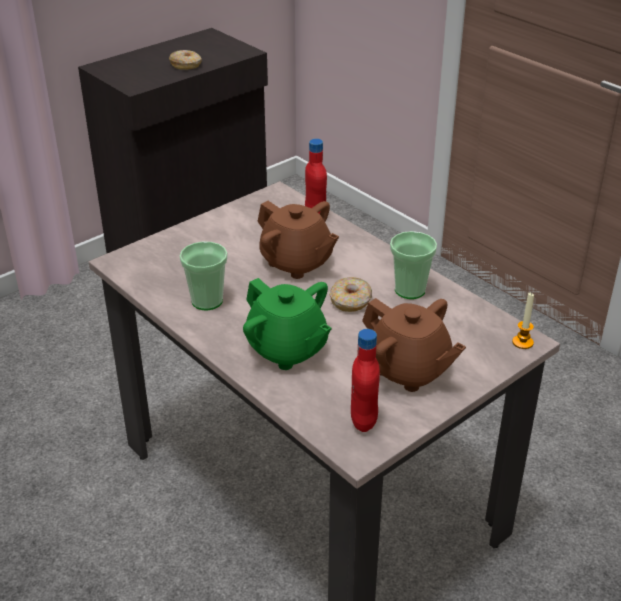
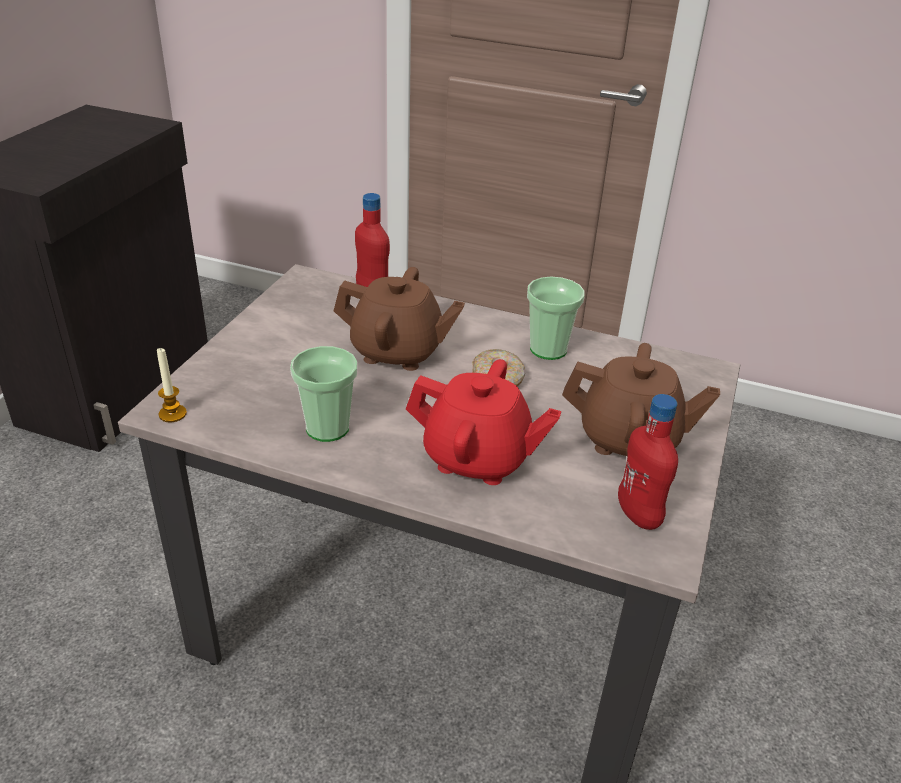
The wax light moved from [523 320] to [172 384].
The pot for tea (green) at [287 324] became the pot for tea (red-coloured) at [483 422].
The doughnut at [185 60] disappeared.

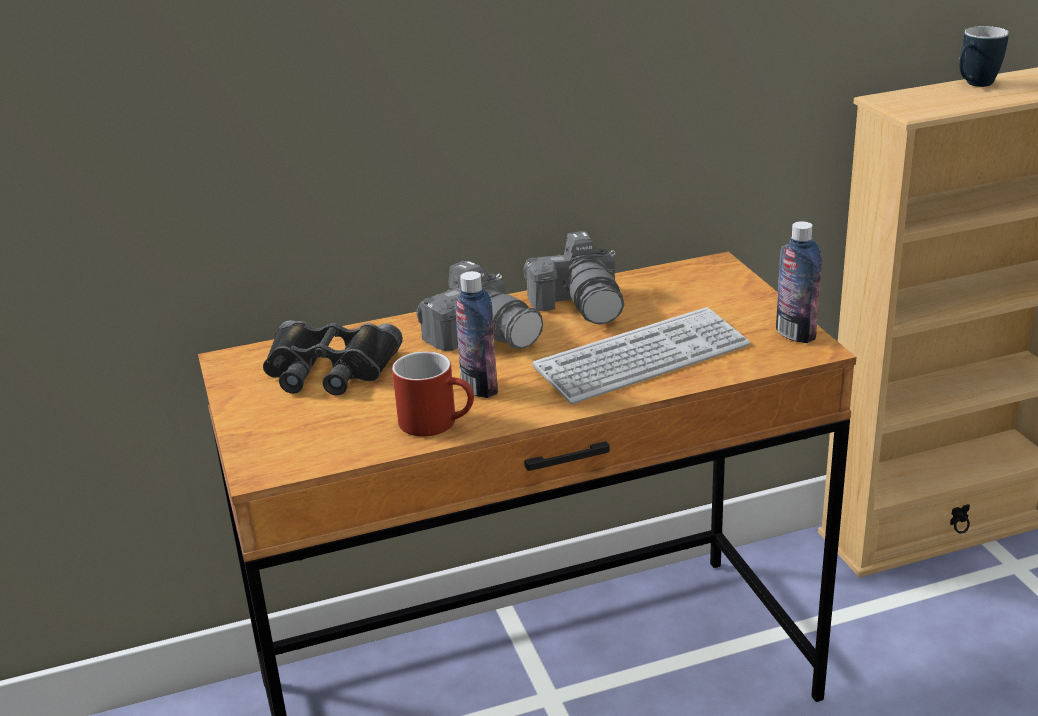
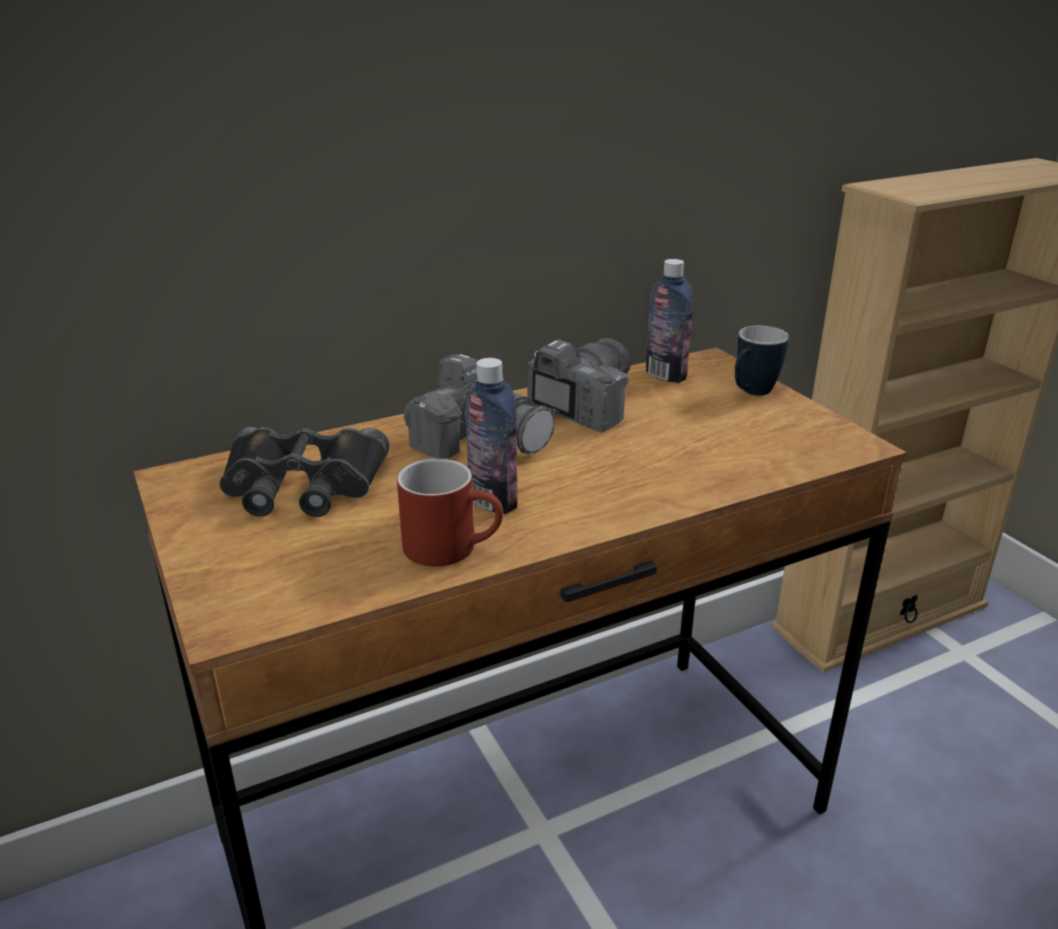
The still camera at [574 278] turned 120 degrees counterclockwise.
The drink bottle moved from [799 282] to [669 321].
The coffee mug moved from [984 56] to [762 361].
The computer keyboard at [641 355] disappeared.

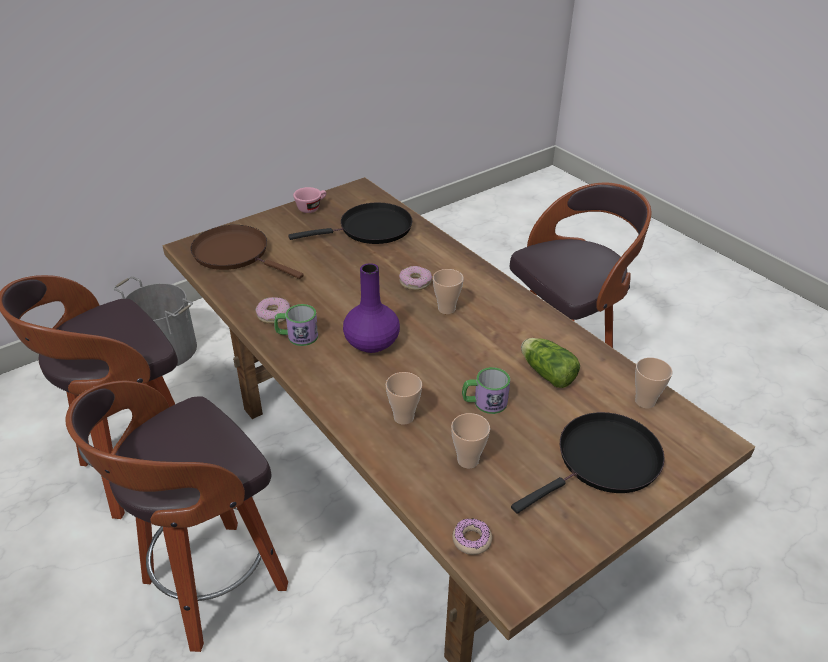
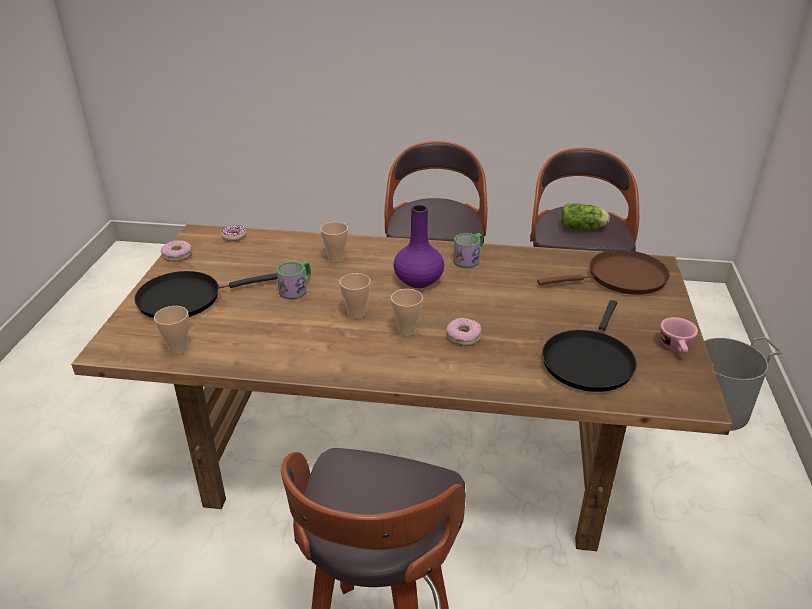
The skillet (black-coloured) at [588 463] turned 60 degrees clockwise.
The doughnut moved from [273 310] to [176 251].
The drinking cup moved from [470 440] to [355 296].
The lettuce moved from [550 363] to [585 216].

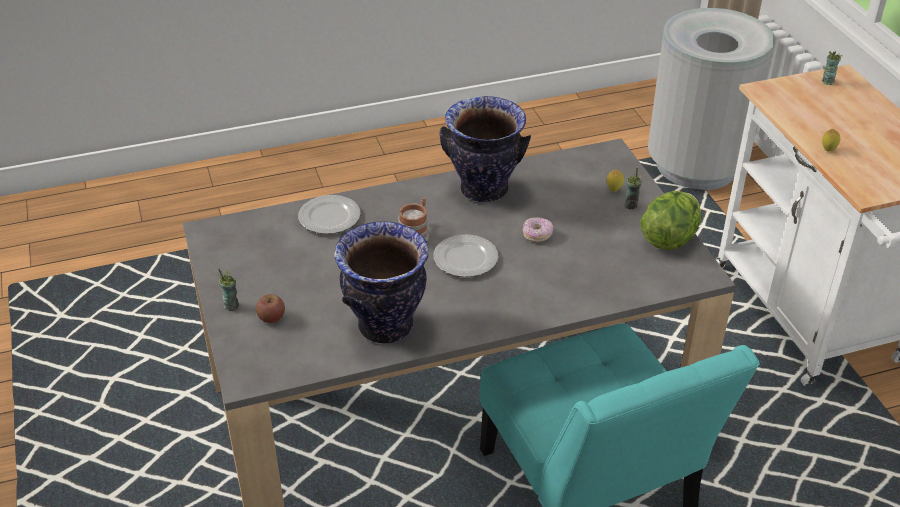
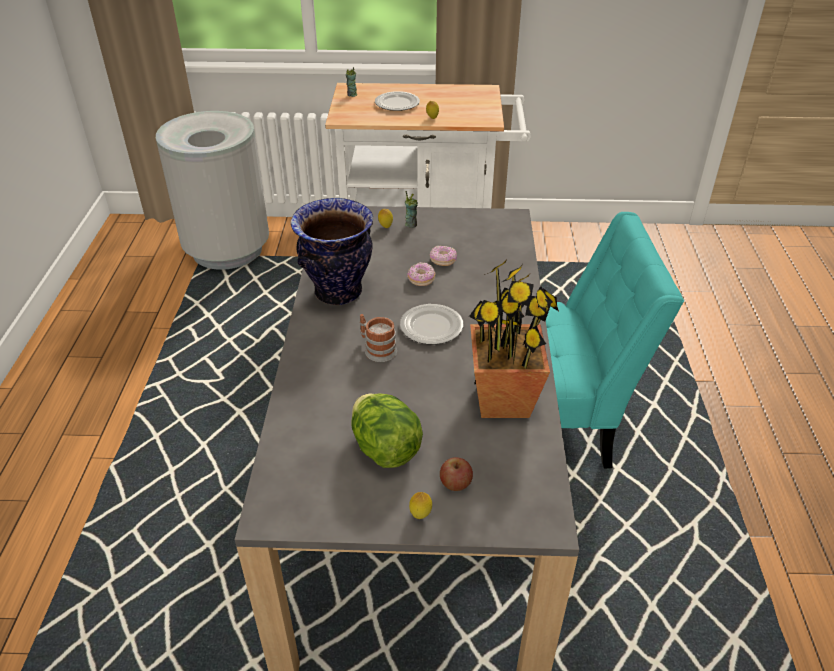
The lettuce moved from [670 220] to [387 430].
The flat dish moved from [329 214] to [397 101].
The drinking cup at [228 290] was replaced by the citrus fruit at [420 505].
The doughnut at [443 255] appeared.
The decorative vase at [381 282] was replaced by the potted plant at [514 338].

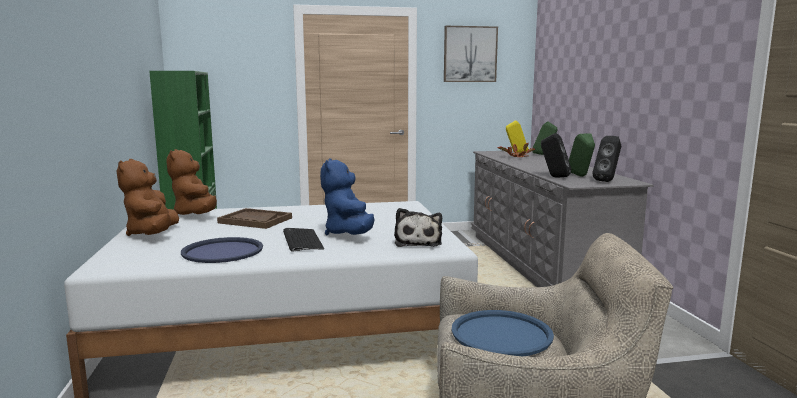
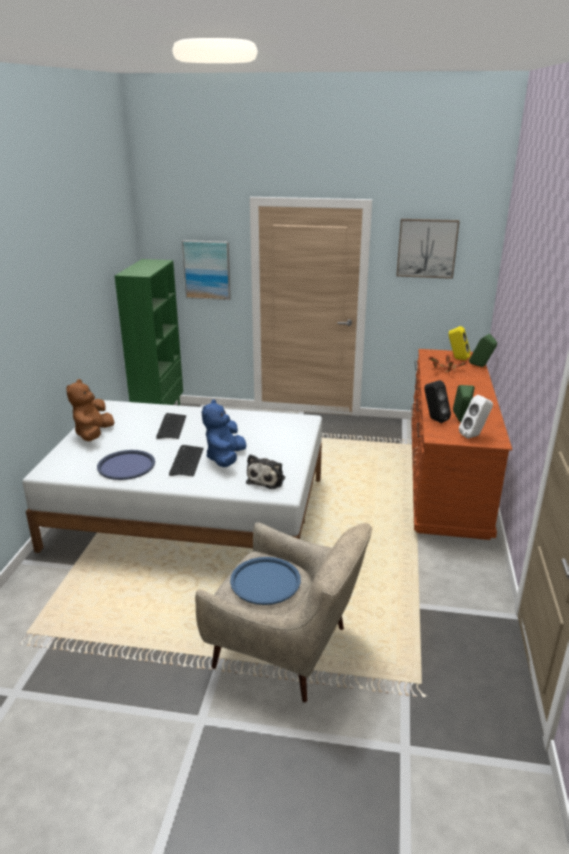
The tray (brown) at [254 218] was replaced by the computer keyboard at [171 426].
The wall picture at [206 270] appeared.
The dresser (greyish) at [562 218] became the dresser (brown) at [461 444].
The loudspeaker (black-coloured) at [606 159] became the loudspeaker (white-coloured) at [476 417].
The soft toy (brown) at [192 182] disappeared.

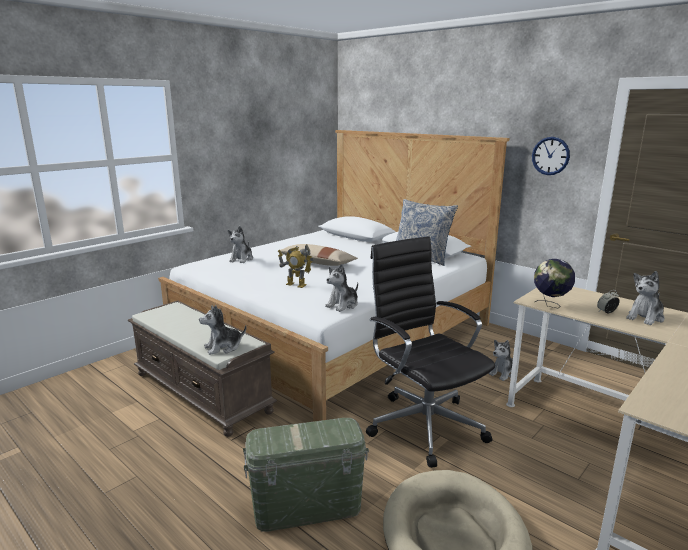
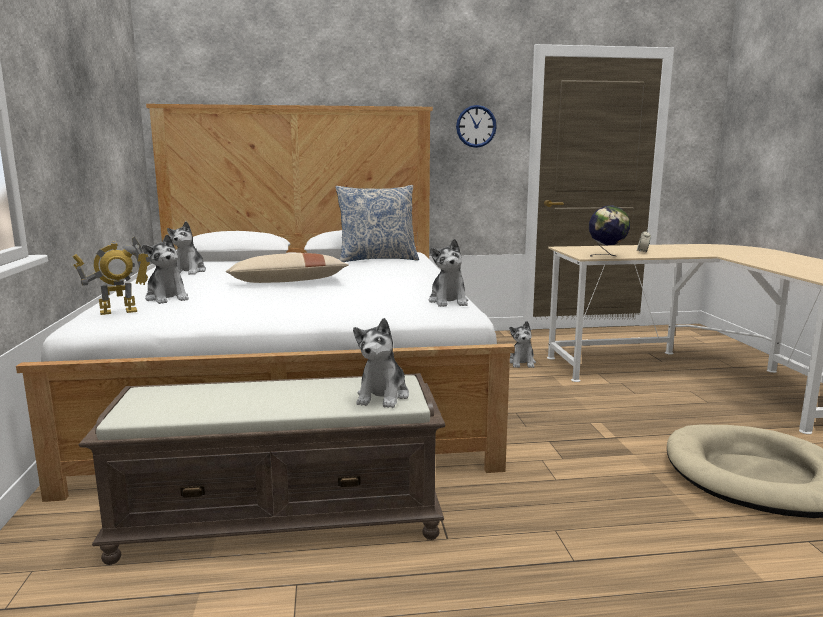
The toy robot moved from [295 266] to [112 275].
The soft toy moved from [645 298] to [186 248].
The storage box (green) at [306 475] disappeared.
The computer chair (black-coloured) at [430 352] disappeared.

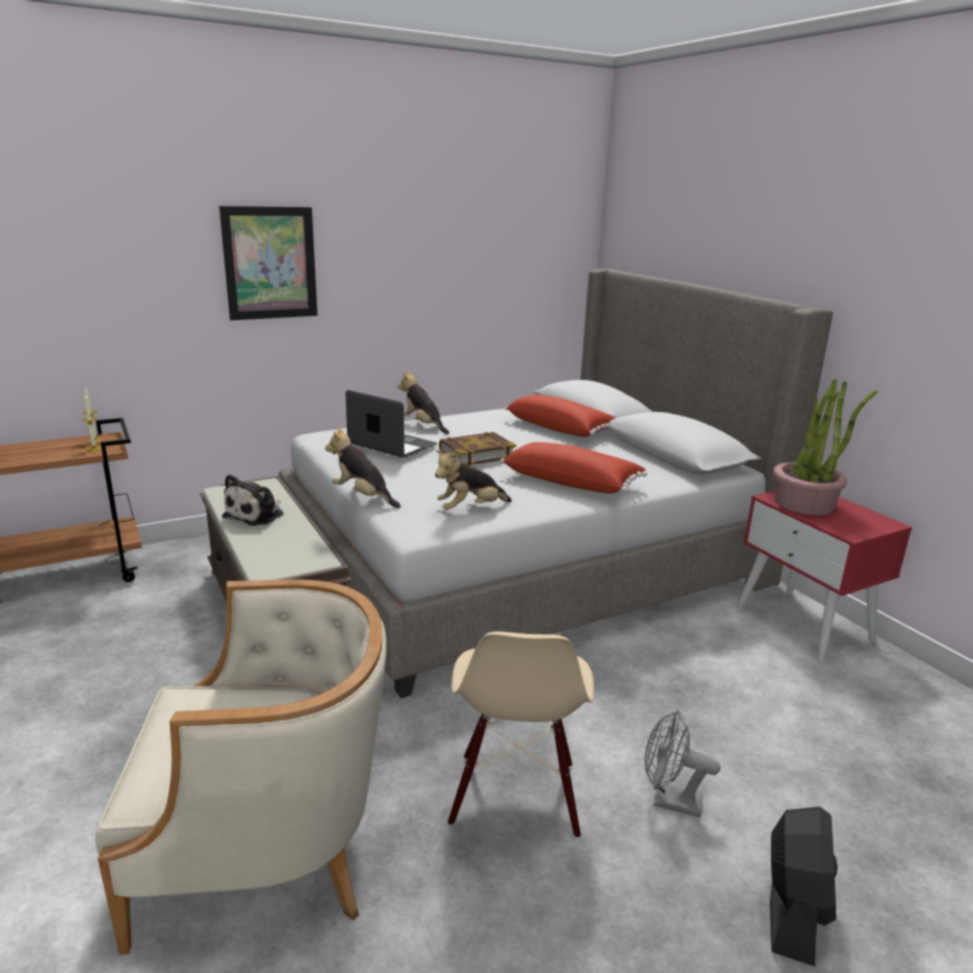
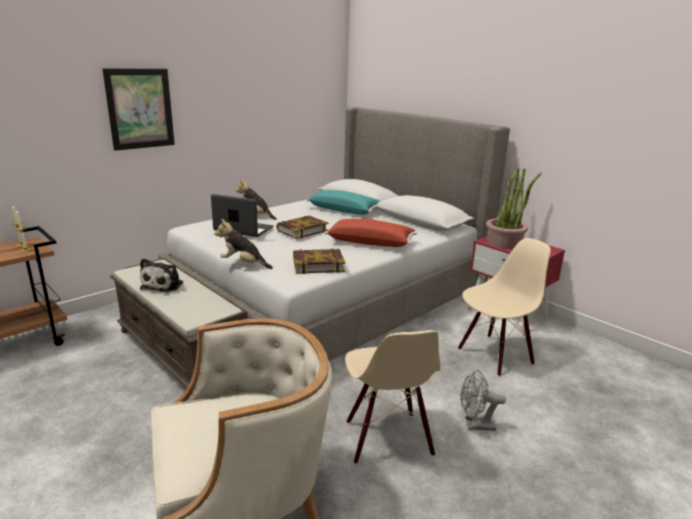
The soft toy at [473 480] was replaced by the bound book at [319 261].
The throw pillow (red-coloured) at [560 416] became the throw pillow (turquoise) at [343 202].
The upright chair (sand-coloured) at [504 307] appeared.
The fan (black-coloured) at [804 886] disappeared.

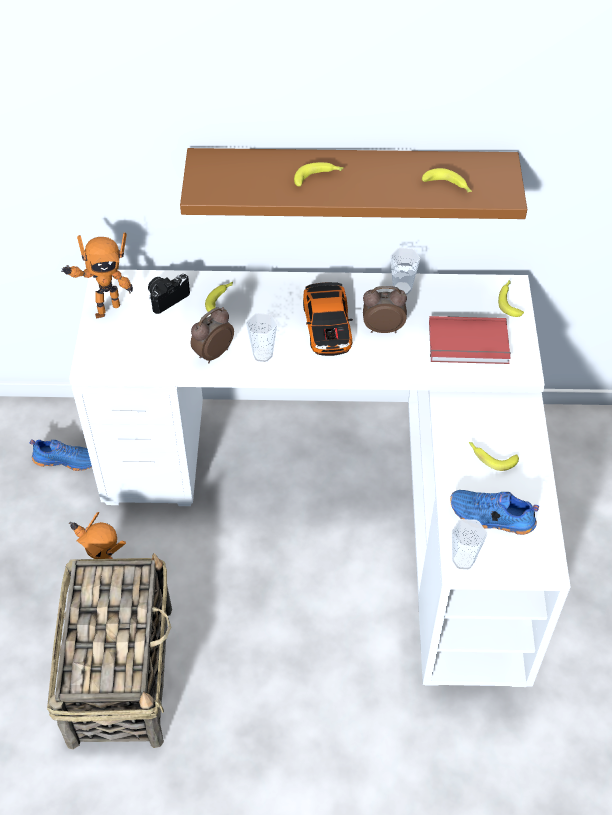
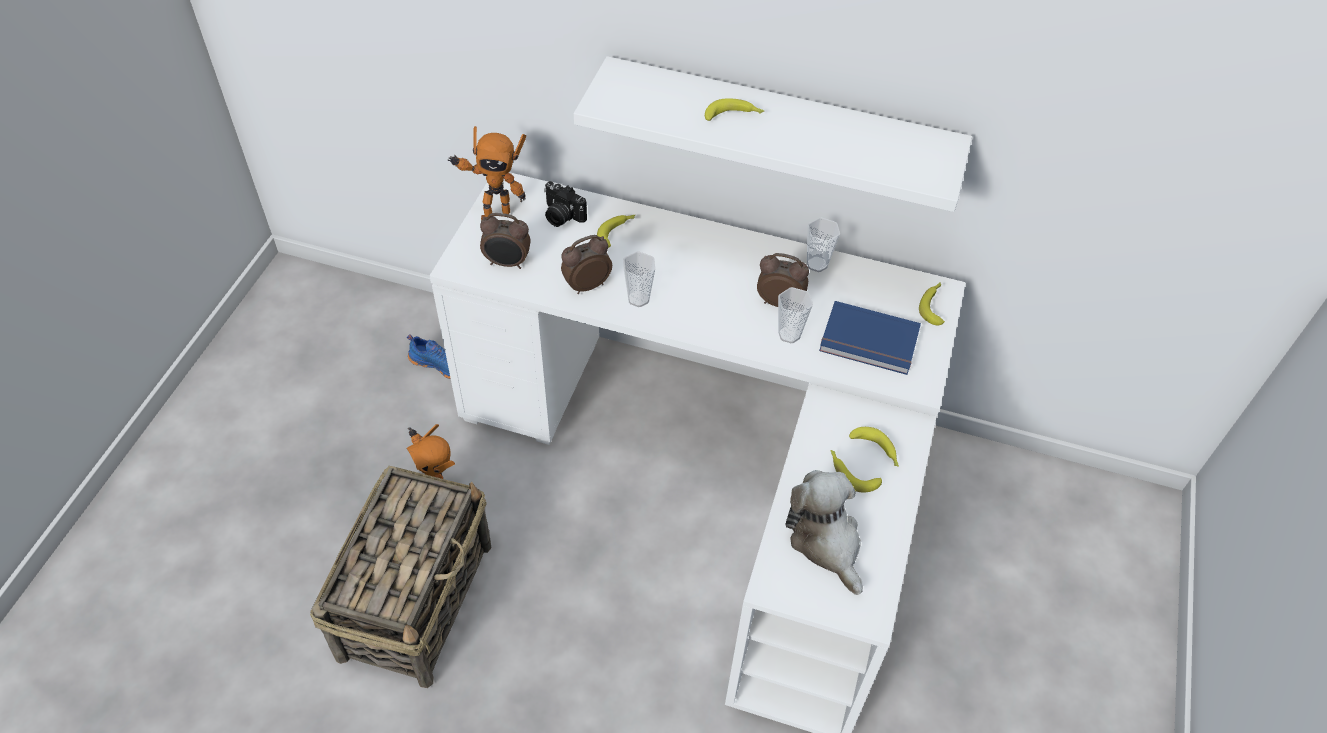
The bedside clock at [505 241] appeared.
The still camera at [169 294] turned 120 degrees counterclockwise.
The shelf (brown) at [353 183] became the shelf (white-coloured) at [773 134].
The drinking cup moved from [469 544] to [795 315].
The low shoe (blue-coloured) at [494 512] was replaced by the soft toy at [824 532].
The bound book (red-coloured) at [470 340] became the bound book (blue-coloured) at [870 338].
The banana moved from [447 180] to [874 447].
The model car at [328 319] disappeared.

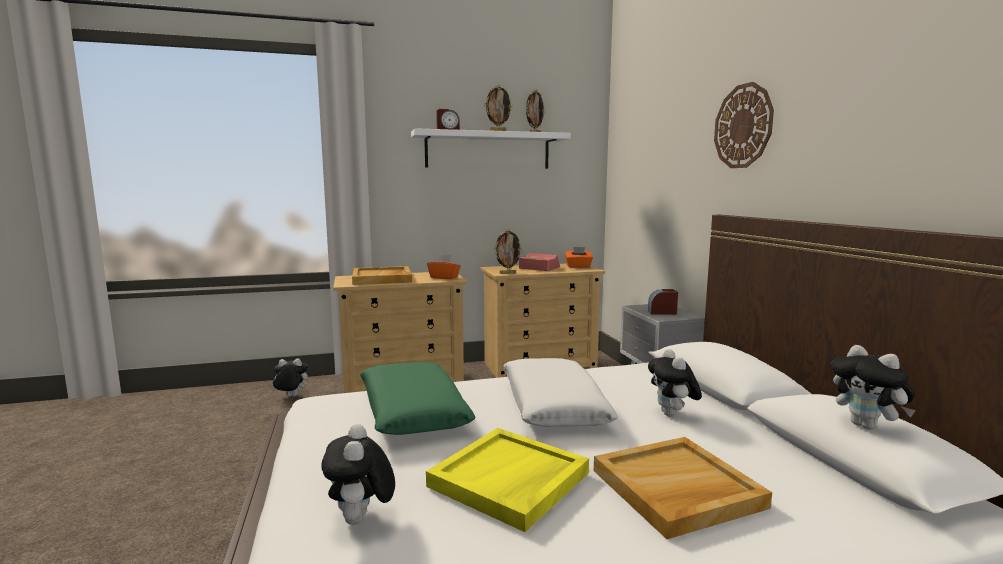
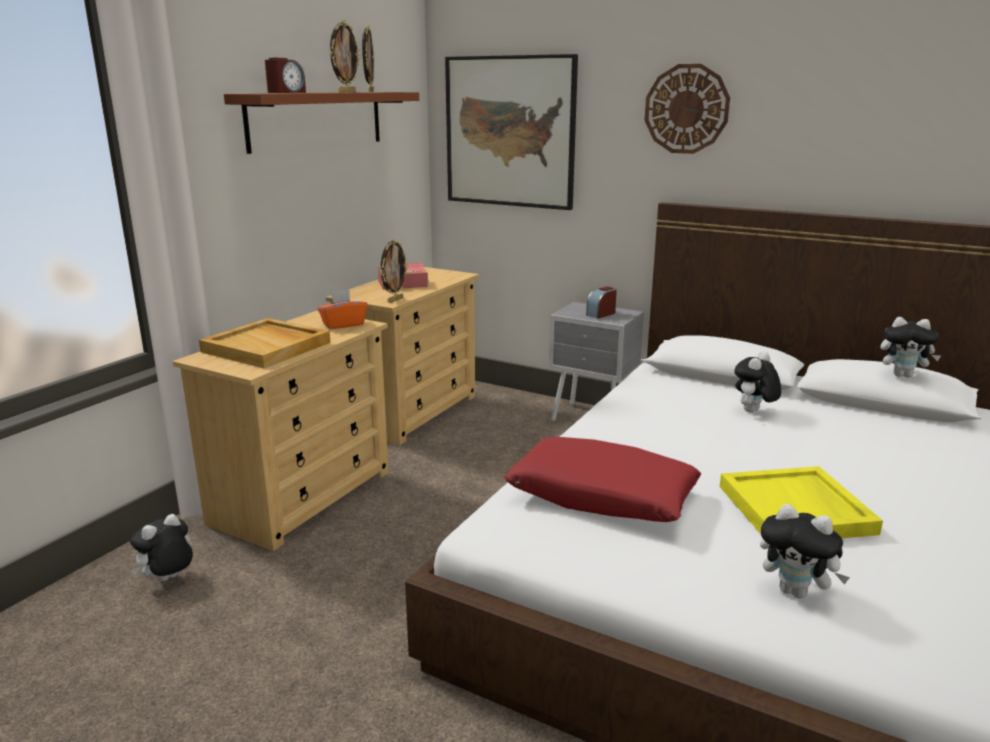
The shelf (white-coloured) at [491 148] became the shelf (brown) at [321 123].
The wall picture at [511 132] appeared.
The throw pillow (green) at [418 398] became the throw pillow (red-coloured) at [602 479].
The soft toy at [675 382] turned 90 degrees clockwise.
The throw pillow (white-coloured) at [560 392] disappeared.
The box of tissues (orangey) at [579 257] disappeared.
The tray (sand-coloured) at [683 488] disappeared.

